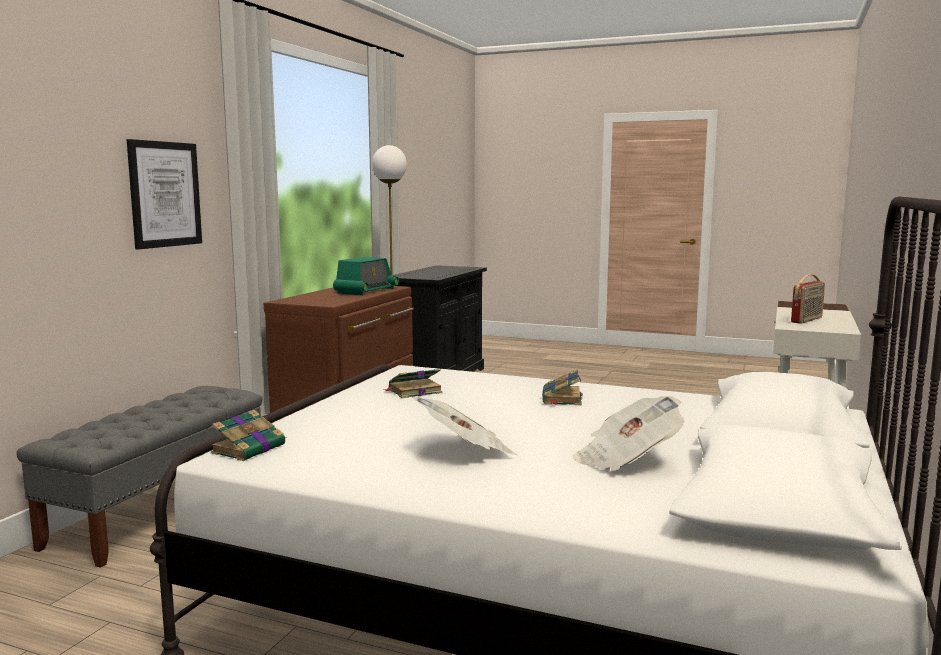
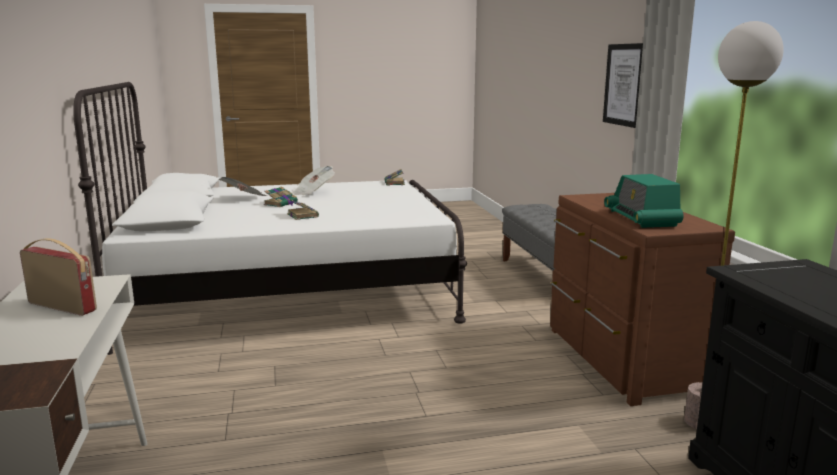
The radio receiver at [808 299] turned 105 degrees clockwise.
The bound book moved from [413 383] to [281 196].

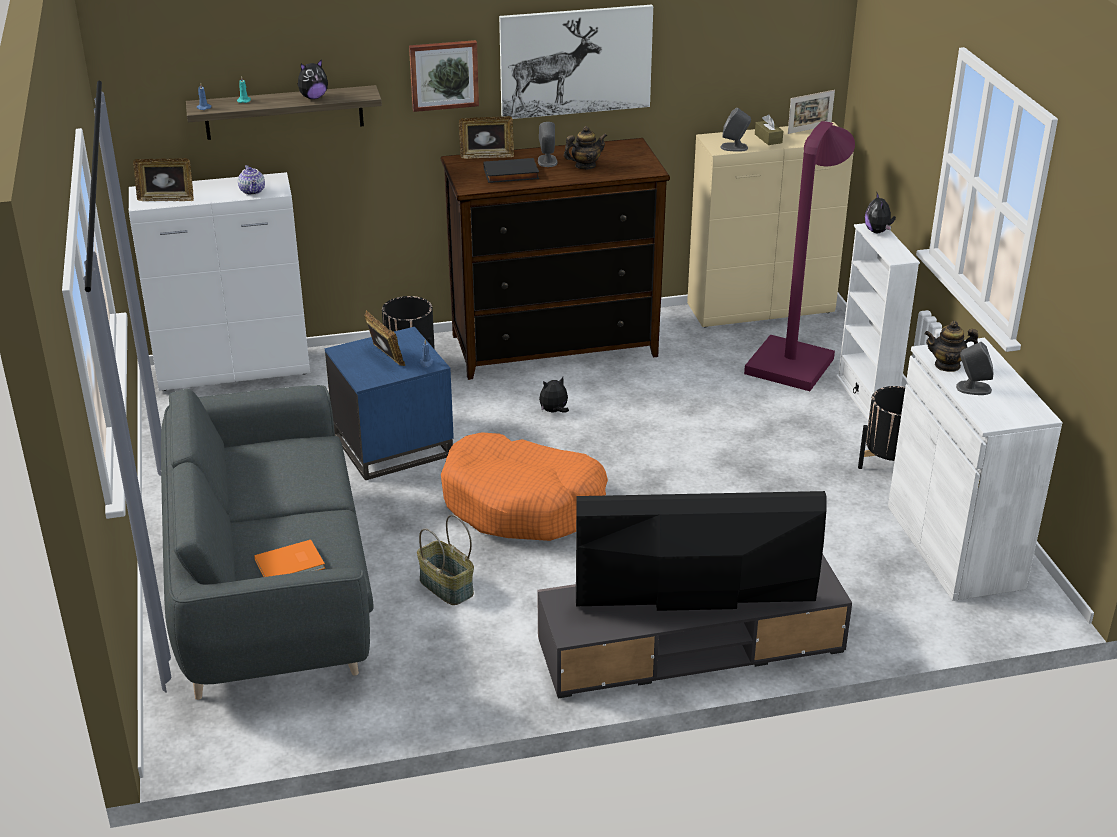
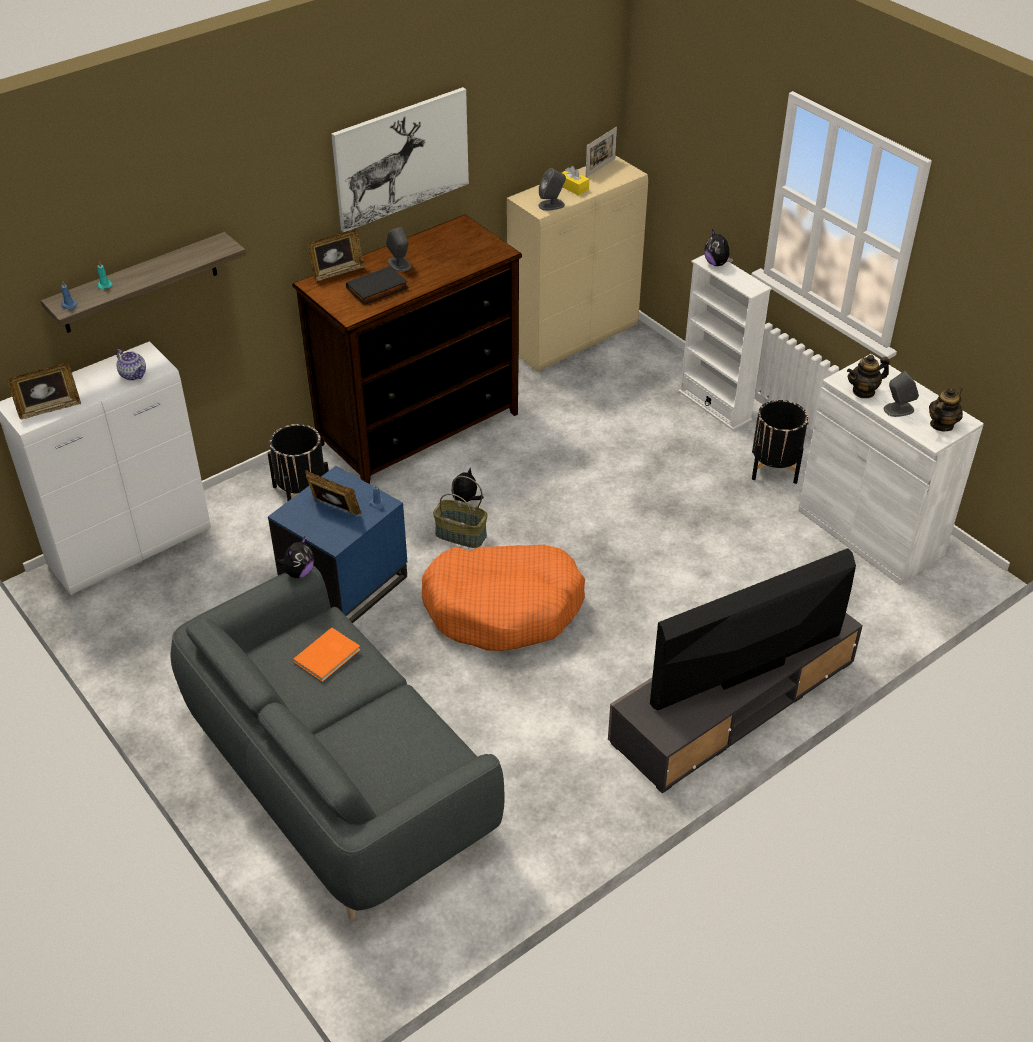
The soft toy moved from [312 79] to [295 557].
The bound book (orangey) moved from [289 558] to [327 655].
The household basket moved from [445 560] to [460 512].
The box of tissues (brown) at [769 129] became the box of tissues (yellow-coloured) at [575 180].
The pot for tea moved from [585 147] to [946 409].
The wall picture at [444 76] disappeared.
The floor lamp (purple-coloured) at [799 256] disappeared.

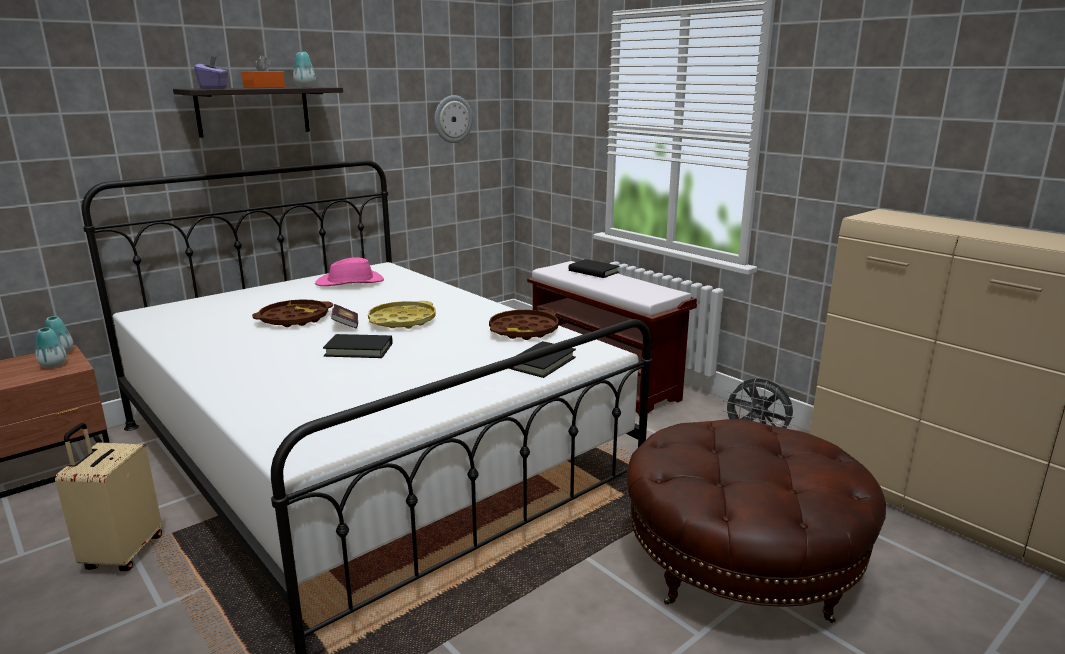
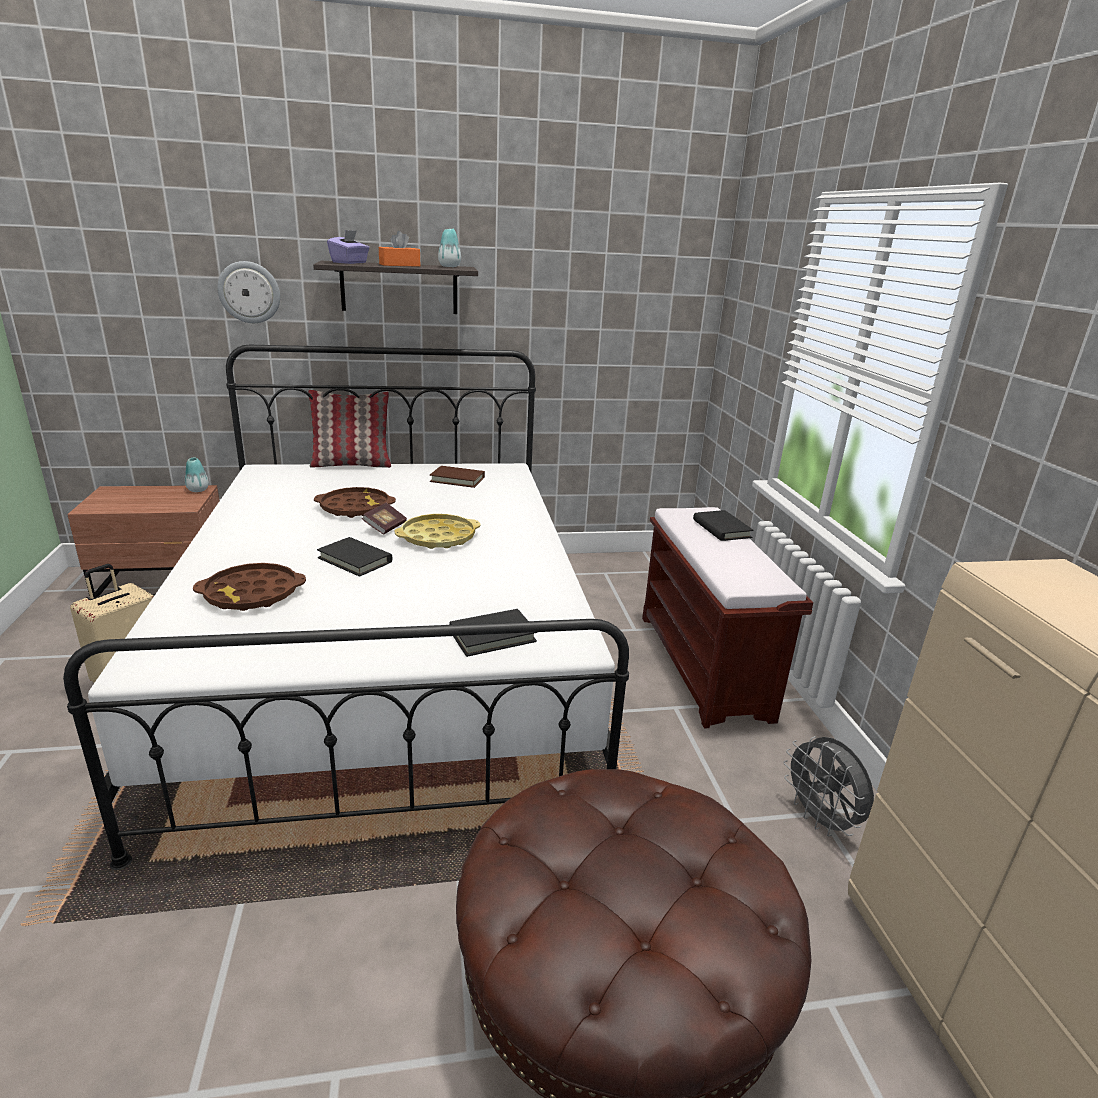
The tray (brown) moved from [523 325] to [249 587].
The clock on the wall moved from [453 119] to [248 292].
The throw pillow at [349 429] appeared.
The clothing hat (pink-coloured) at [349 271] was replaced by the bound book (brown) at [457 477].
The decorative vase at [51 347] disappeared.

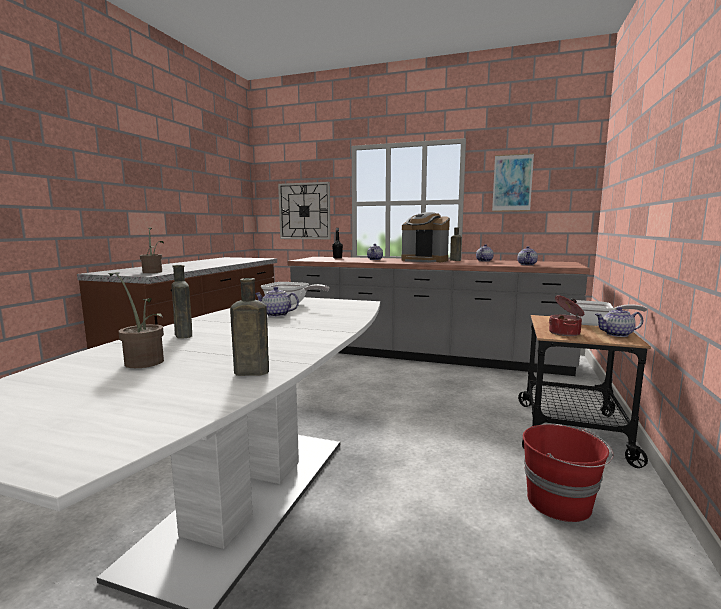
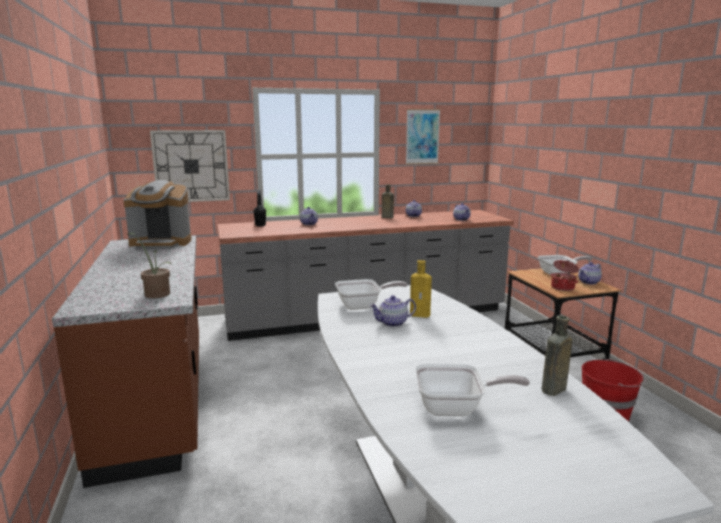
The coffee machine moved from [425 237] to [157 214].
The drink bottle (yellow-coloured) at [421 289] appeared.
The potted plant at [136 320] was replaced by the skillet at [472 390].
The drink bottle (brown) at [181 302] disappeared.

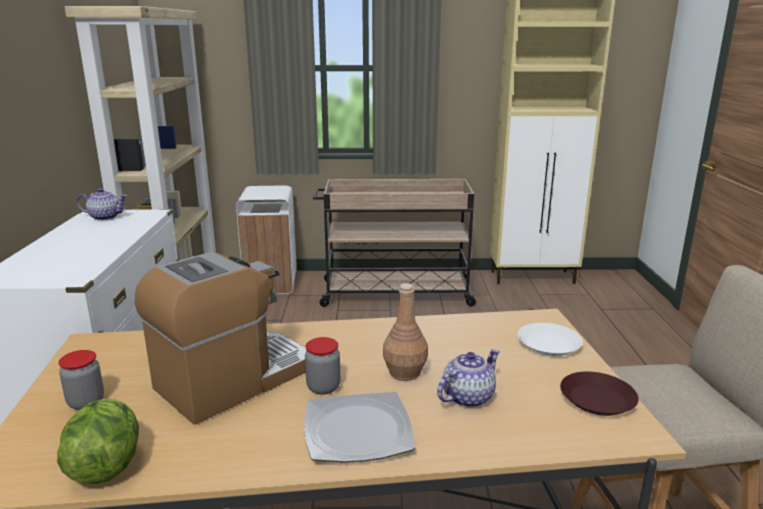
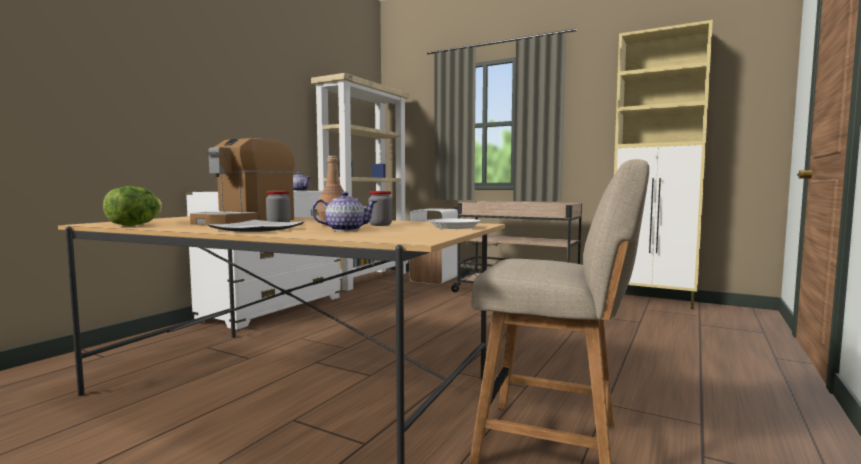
The coffee machine at [221 338] turned 135 degrees clockwise.
The preserve jar moved from [81 380] to [380 208].
The flat dish (brown) at [599 394] disappeared.

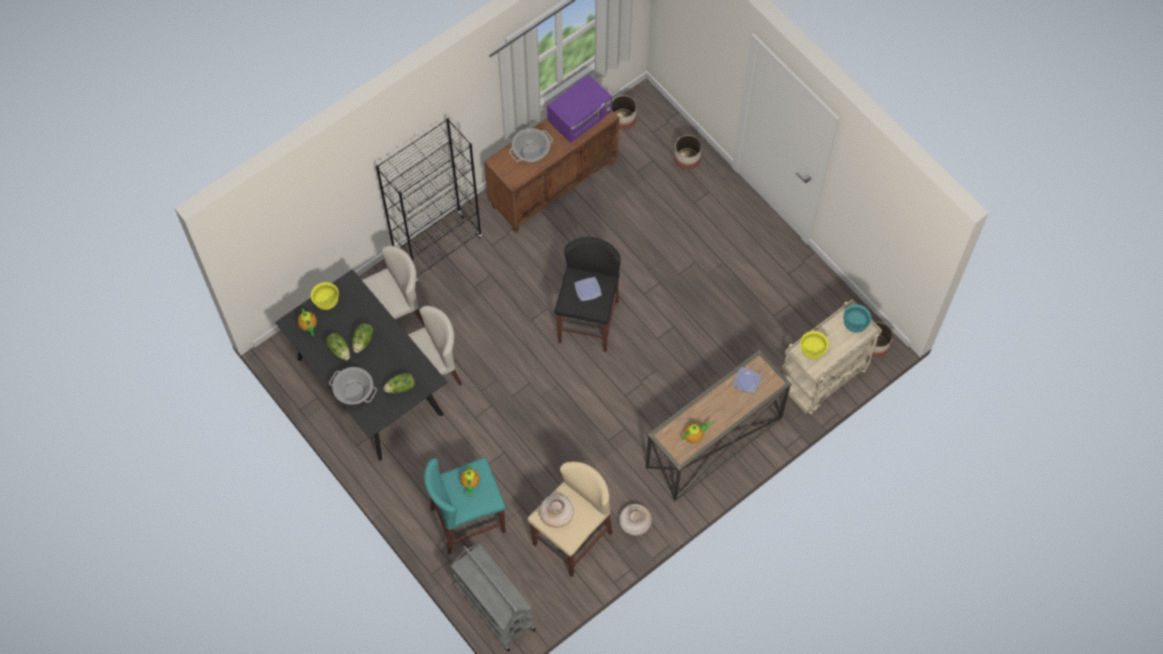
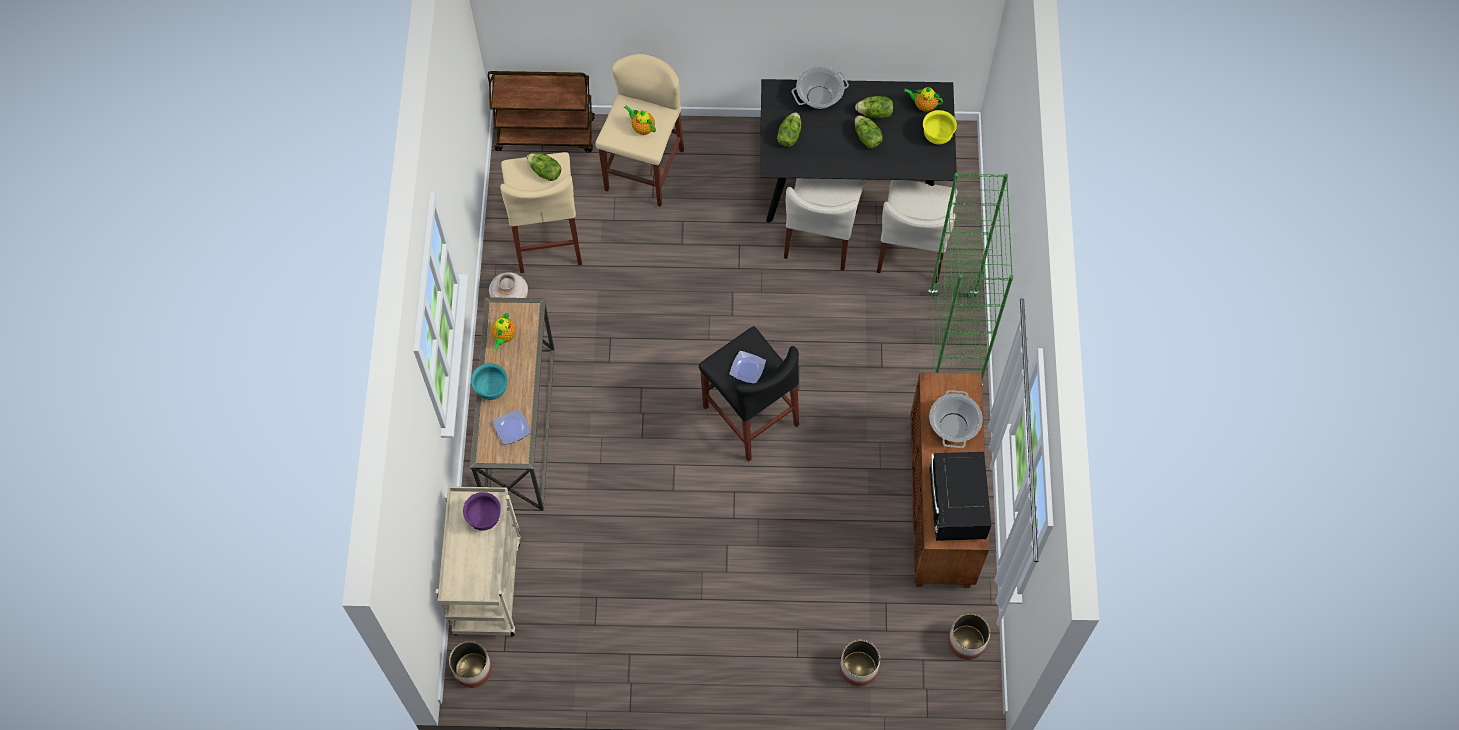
The deep dish (yellow-coloured) at [814 345] became the deep dish (purple-coloured) at [482 511].
The deep dish (turquoise) moved from [857 318] to [489 381].
The wheeled cart (greyish) at [493 598] became the wheeled cart (brown) at [541 112].
The decorative vase (sand-coloured) at [556 511] was replaced by the lettuce at [544 167].
The stool (turquoise) at [465 506] became the stool (sand-coloured) at [639 130].
The bookshelf (black-coloured) at [429 200] became the bookshelf (green) at [970 279].
The microwave oven (purple-coloured) at [579 108] became the microwave oven (black-coloured) at [960 496].

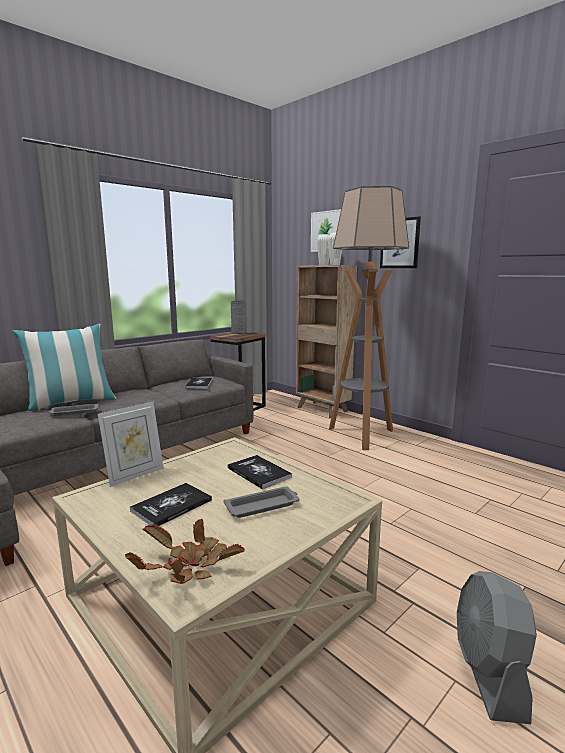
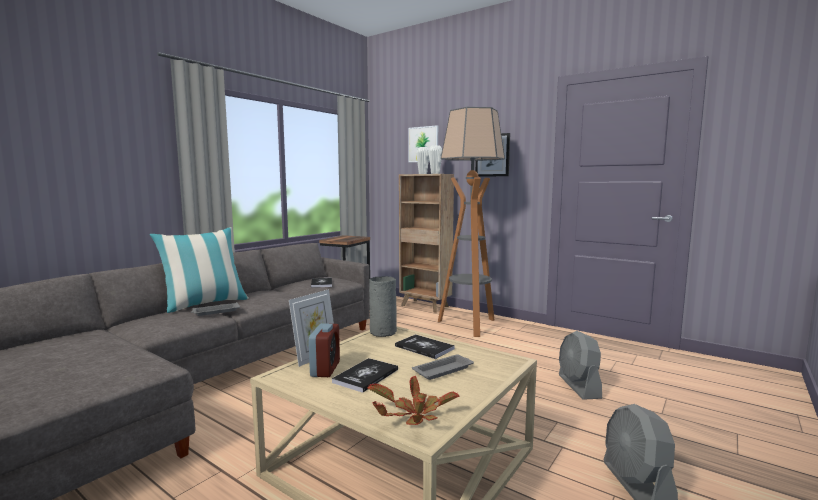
The bedside clock at [324 350] appeared.
The decorative vase (greyish) moved from [239 317] to [383 306].
The fan (greyish) at [580 365] appeared.

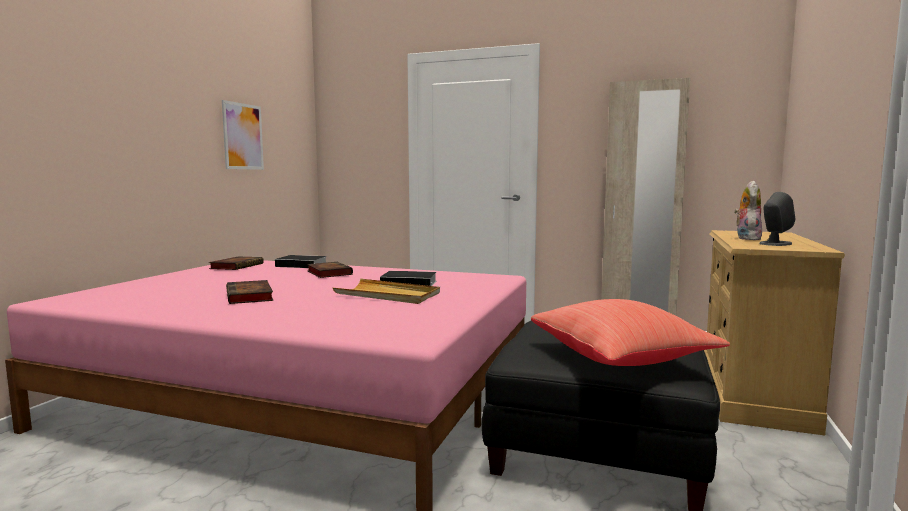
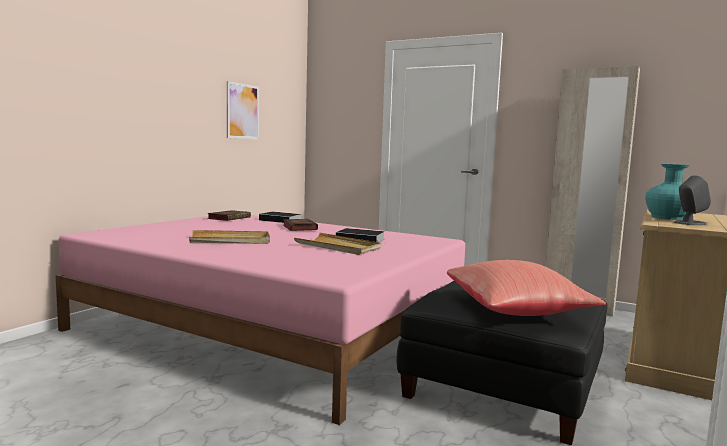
The bound book at [249 292] was replaced by the tray (sand-coloured) at [229 237].
The soft toy at [748 210] was replaced by the decorative vase (turquoise) at [667 192].

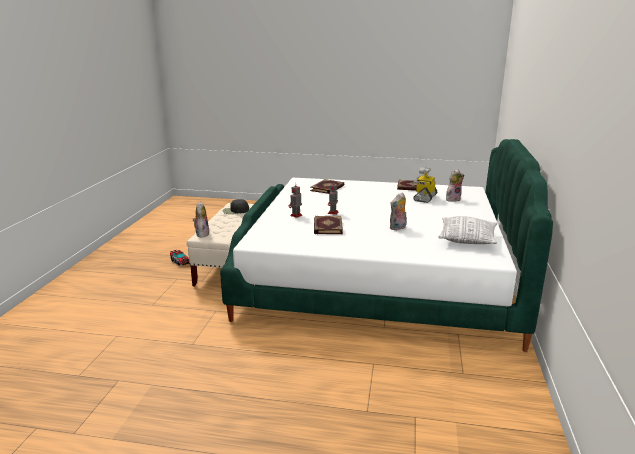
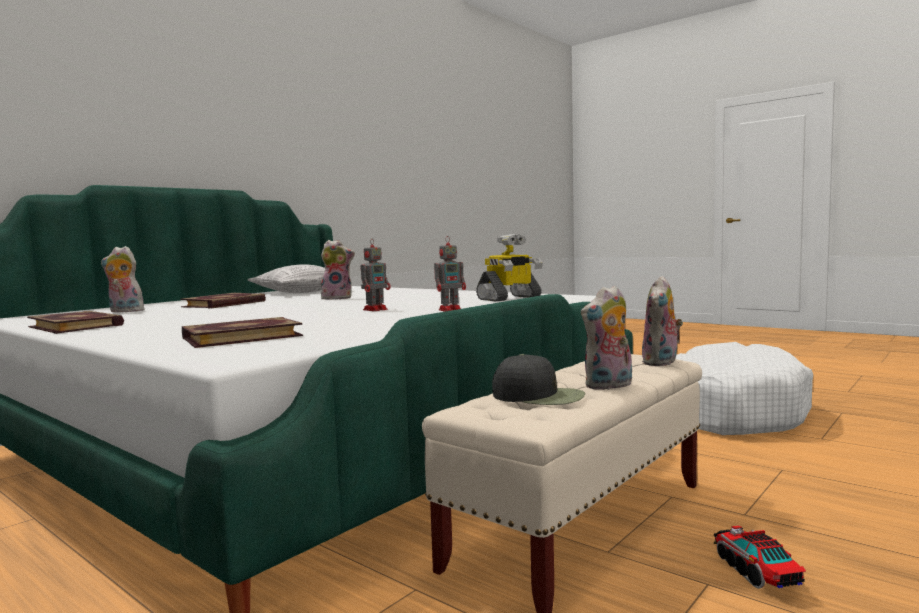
The bound book moved from [328 225] to [223 301].
The toy robot moved from [424 185] to [509 267].
The soft toy at [606 337] appeared.
The dog bed (white-coloured) at [744 388] appeared.

